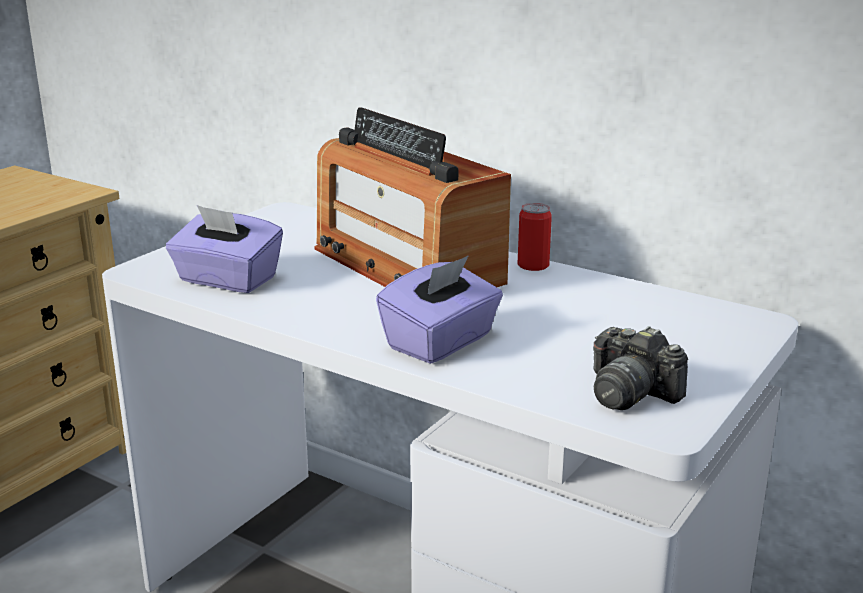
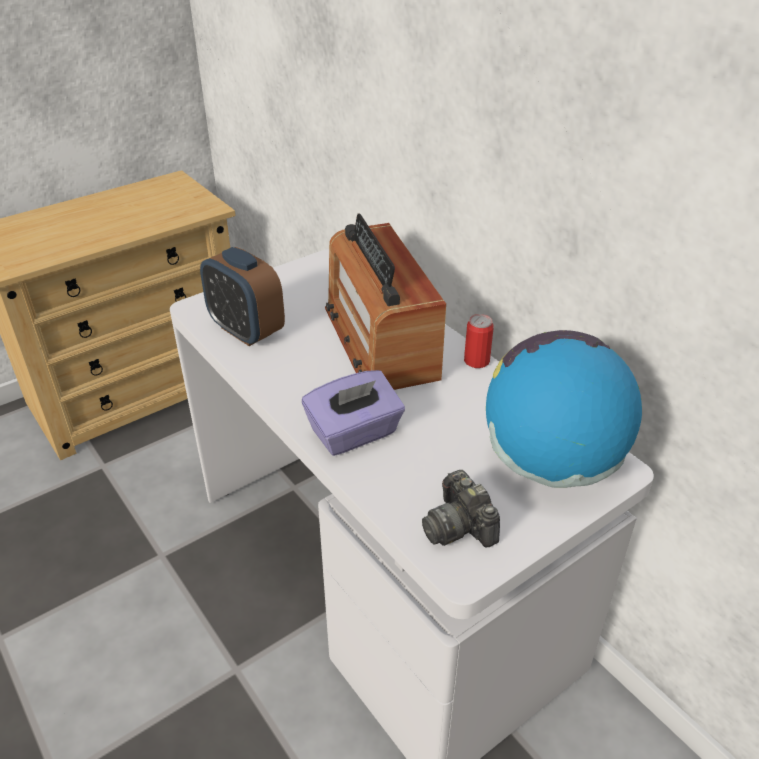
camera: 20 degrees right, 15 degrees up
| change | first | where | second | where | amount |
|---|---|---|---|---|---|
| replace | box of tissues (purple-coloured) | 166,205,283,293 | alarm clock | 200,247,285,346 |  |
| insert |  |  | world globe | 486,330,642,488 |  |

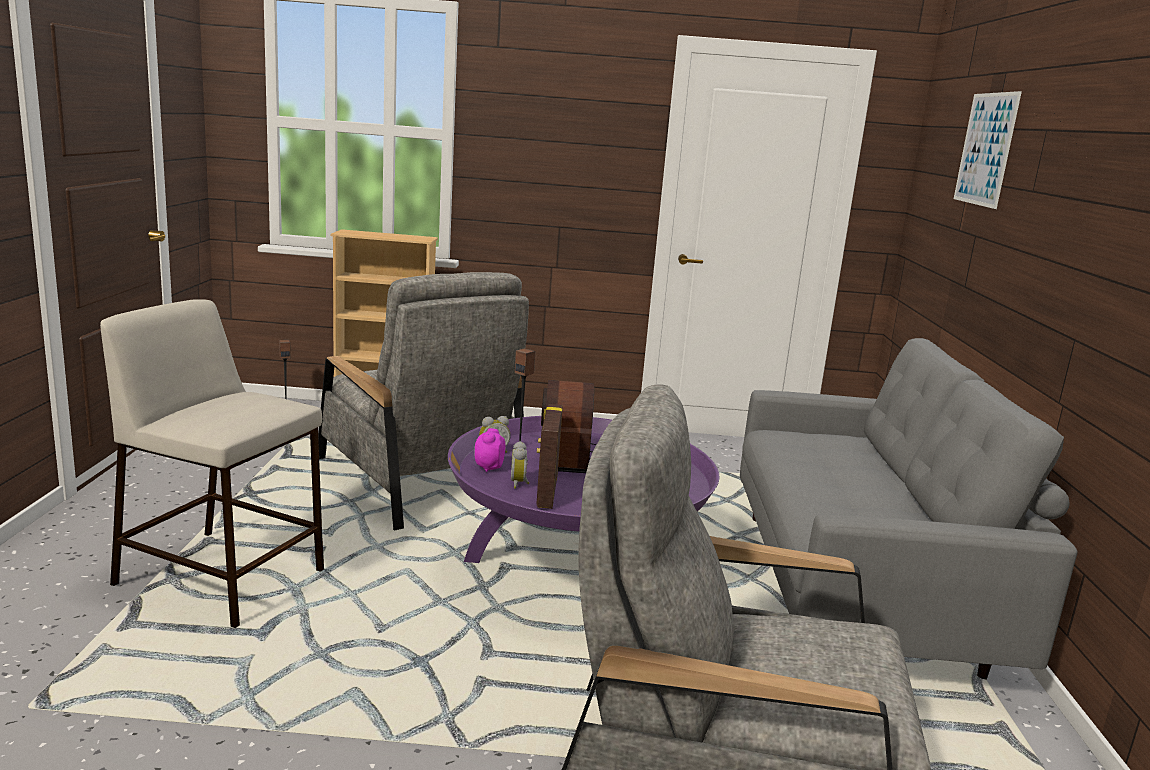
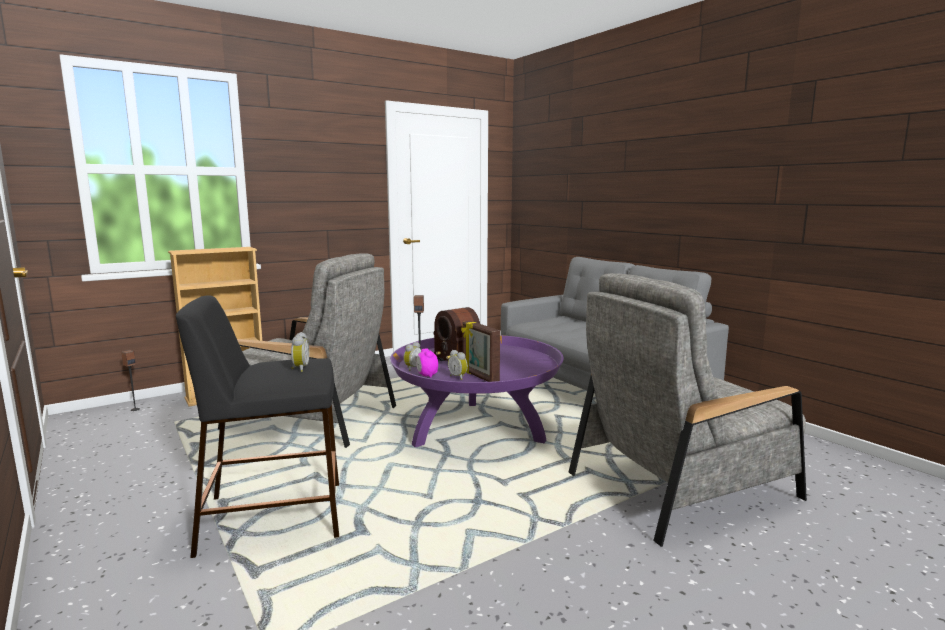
camera: 35 degrees left, 5 degrees down
| change | first | where | second | where | amount |
|---|---|---|---|---|---|
| recolor | stool seat (beige) | 100,299,324,628 | stool seat (blackish) | 176,295,339,558 |  |
| insert |  |  | alarm clock | 291,332,309,372 |  |
| delete | picture | 954,91,1022,209 |  |  |  |

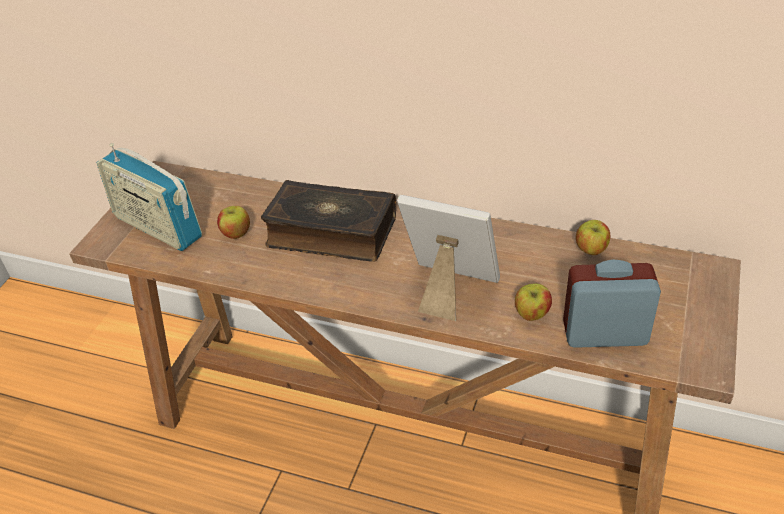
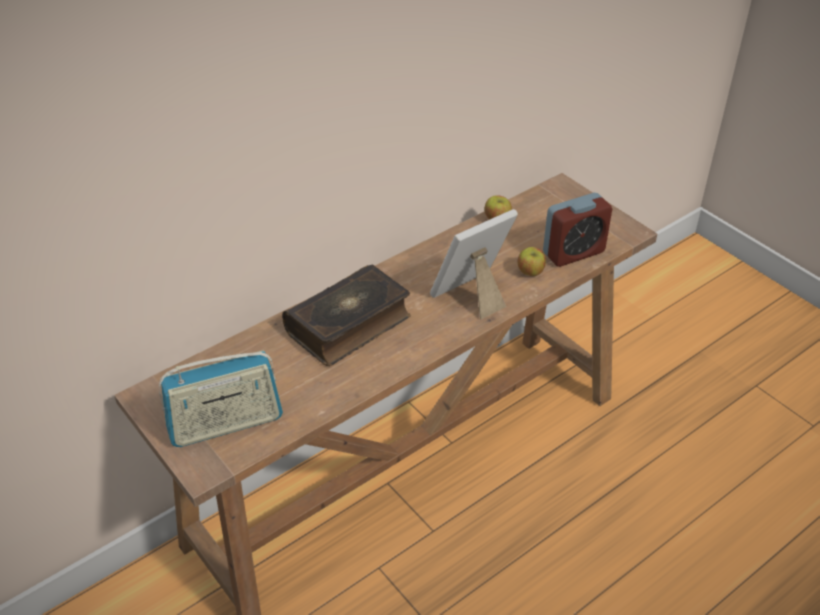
camera: 60 degrees left, 0 degrees up
| change | first | where | second | where | amount |
|---|---|---|---|---|---|
| rotate | alarm clock | 563,259,661,348 |  | 543,193,612,267 | 150 degrees counterclockwise |
| delete | whole apple | 217,206,250,239 |  |  |  |

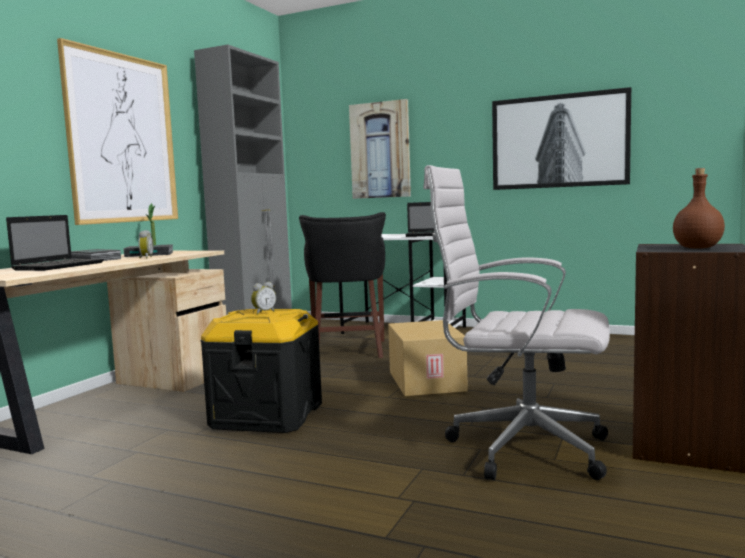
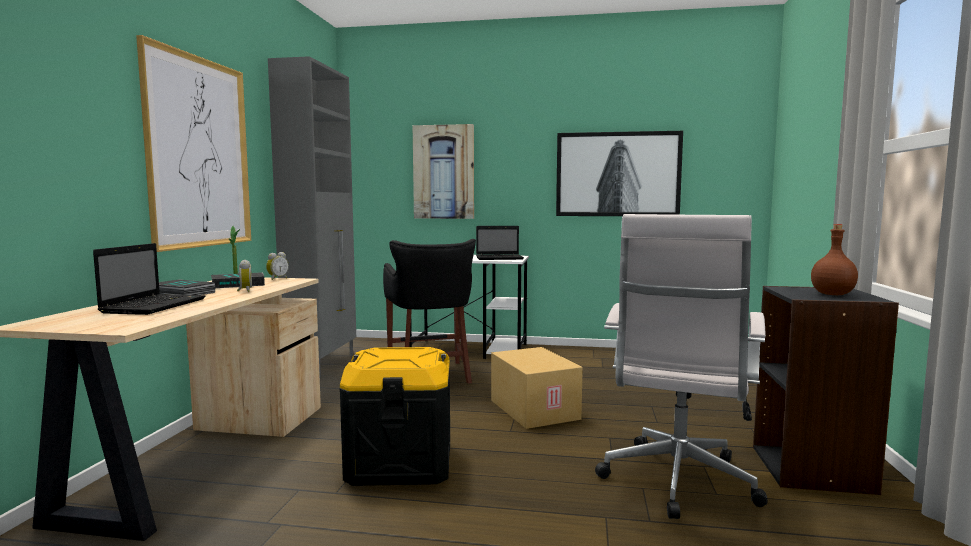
camera: 15 degrees left, 0 degrees up
| change | first | where | second | where | amount |
|---|---|---|---|---|---|
| move | alarm clock | 251,282,276,315 |  | 266,252,289,280 |  |
| rotate | office chair (whitish) | 423,165,610,480 |  | 595,214,768,519 | 75 degrees counterclockwise |

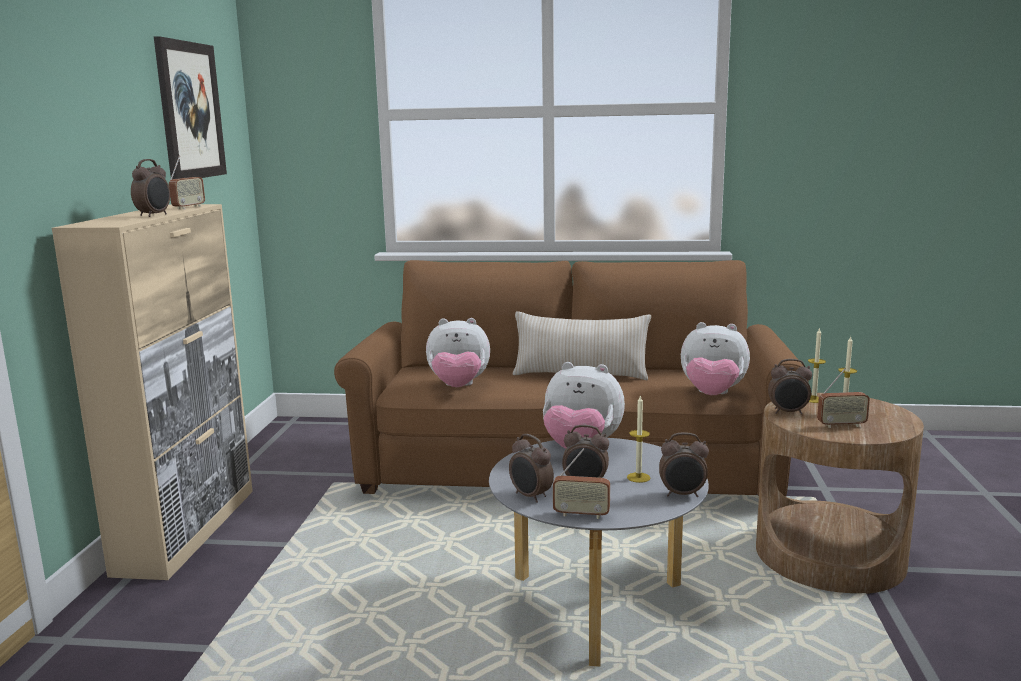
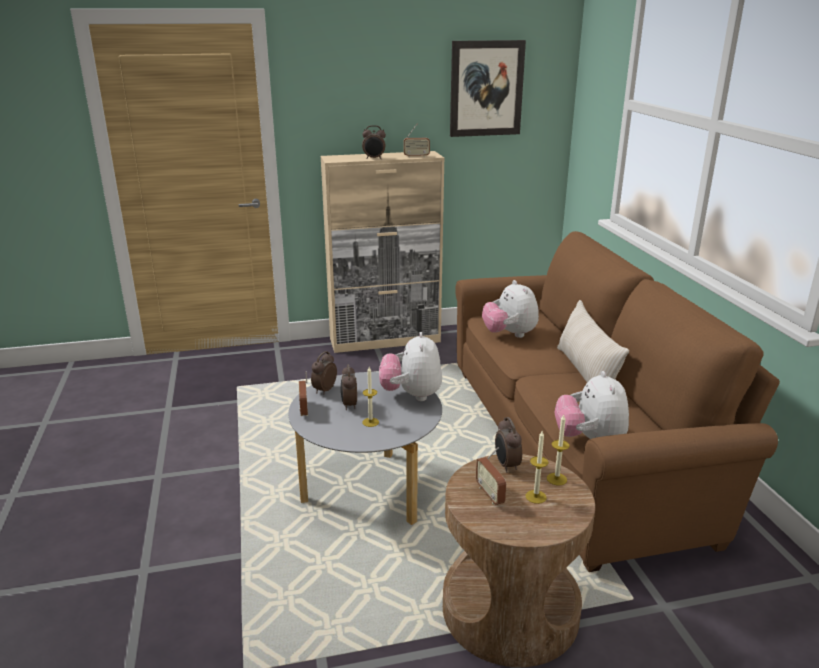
camera: 70 degrees right, 10 degrees up
| change | first | where | second | where | amount |
|---|---|---|---|---|---|
| delete | alarm clock | 659,433,709,497 |  |  |  |

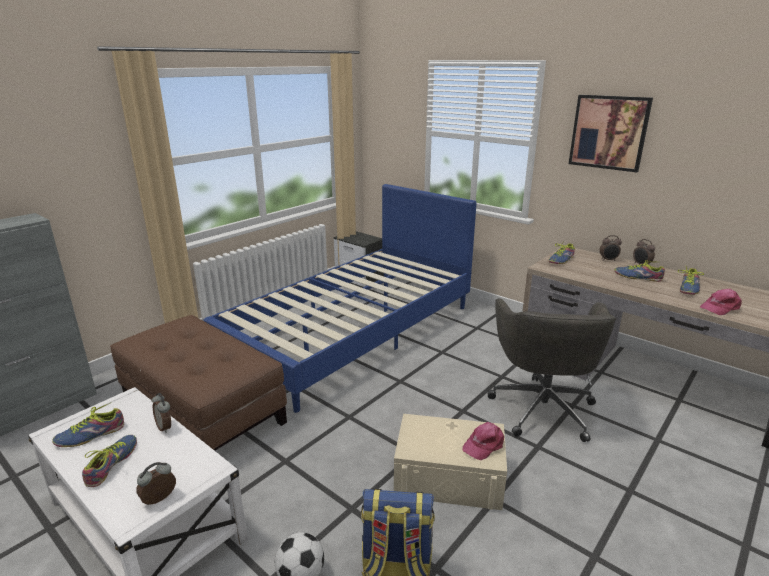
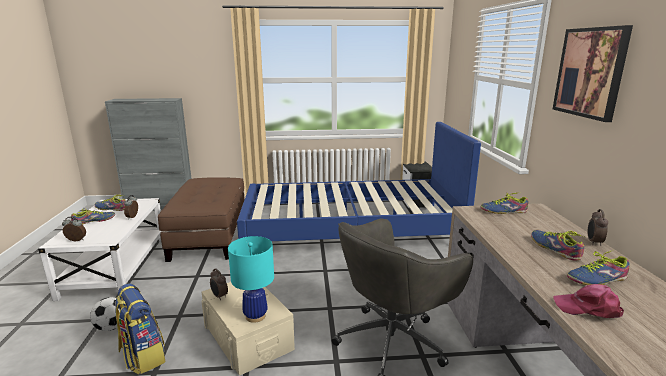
camera: 45 degrees right, 5 degrees down
| change | first | where | second | where | amount |
|---|---|---|---|---|---|
| move | alarm clock | 599,235,622,261 |  | 210,268,228,300 |  |
| replace | baseball cap (pink-coloured) | 463,422,504,460 | lamp for a table (blue-green) | 228,236,274,323 |  |

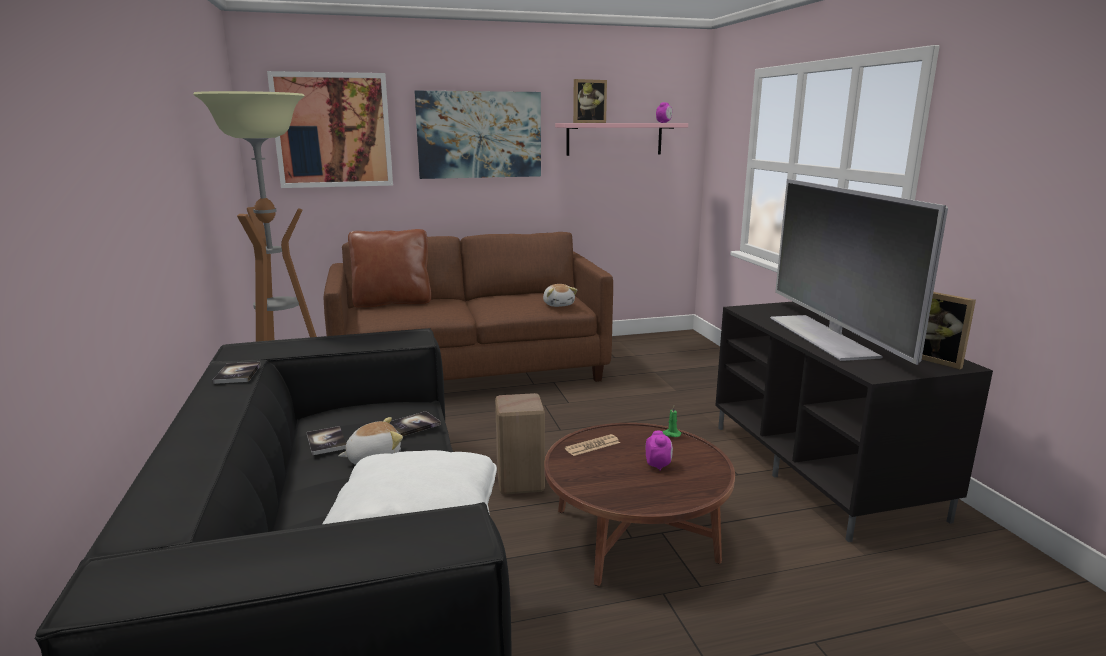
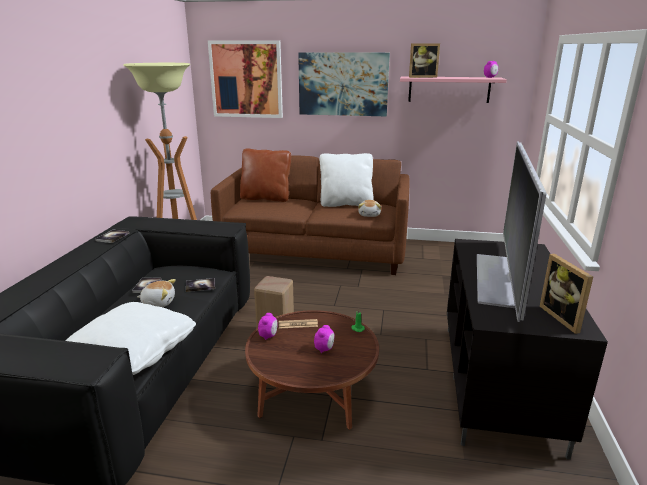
camera: 25 degrees right, 5 degrees up
| change | first | where | second | where | amount |
|---|---|---|---|---|---|
| insert |  |  | alarm clock | 258,313,277,340 |  |
| insert |  |  | cushion (whitish) | 320,153,374,207 |  |

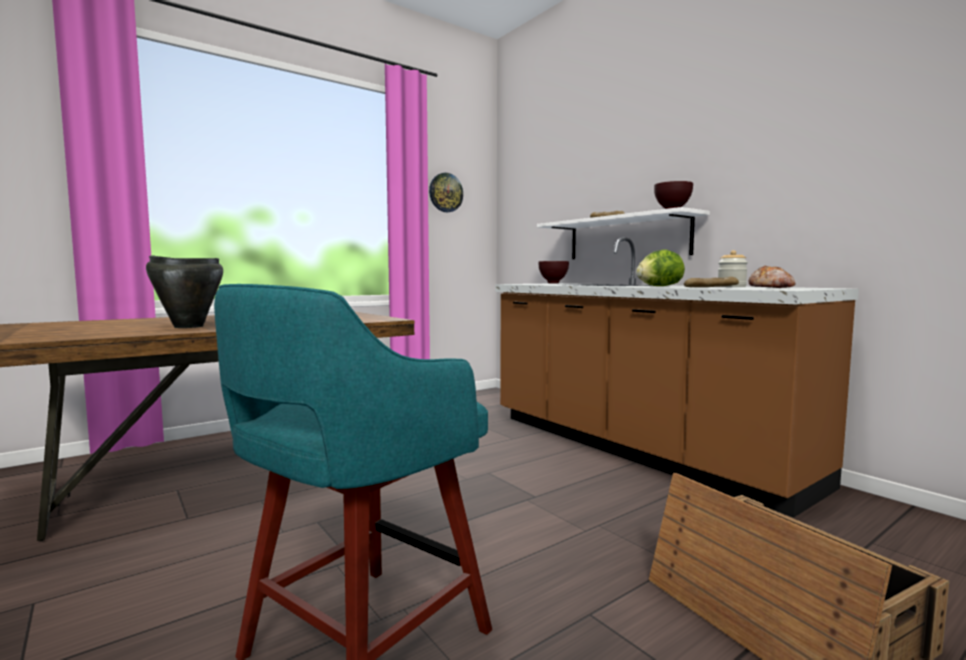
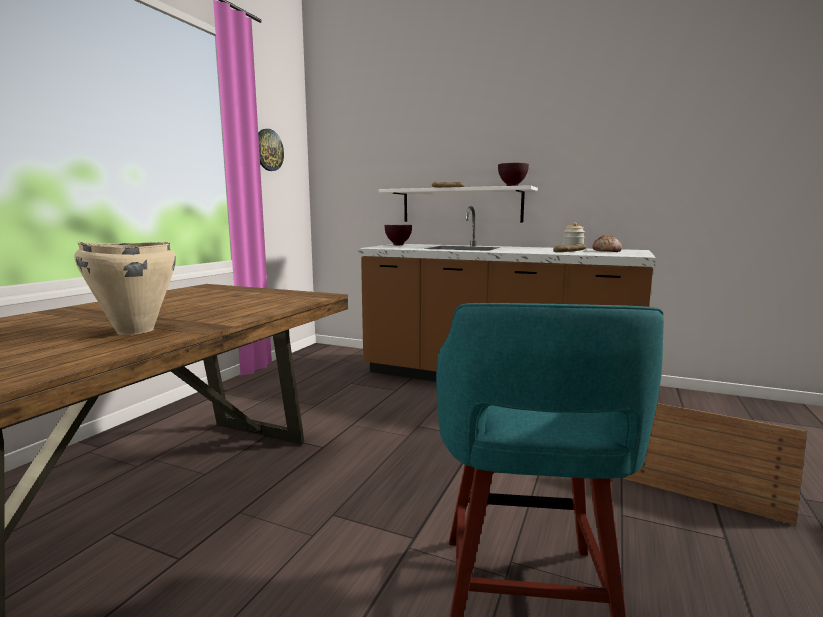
camera: 30 degrees left, 5 degrees up
| change | first | where | second | where | amount |
|---|---|---|---|---|---|
| recolor | stockpot (blackish) | 146,255,223,328 | stockpot (beige) | 75,242,176,335 |  |
| delete | lettuce head | 636,249,685,286 |  |  |  |

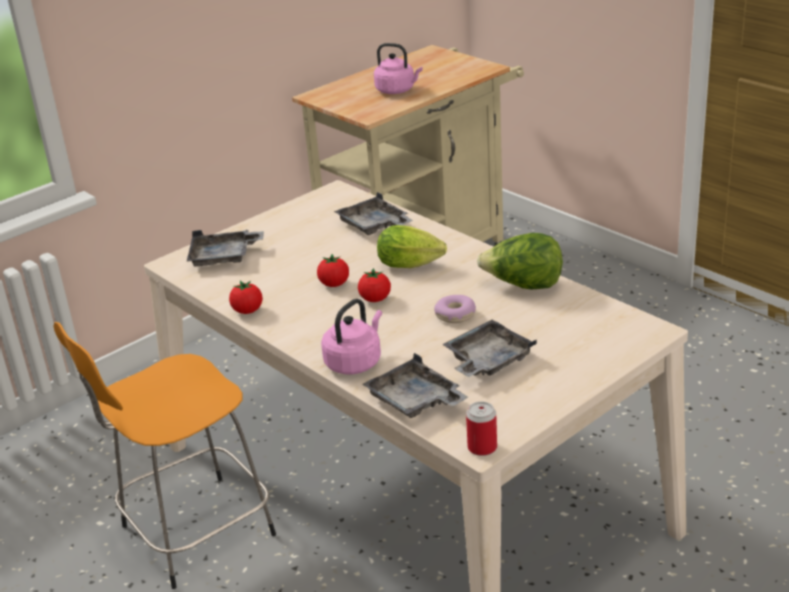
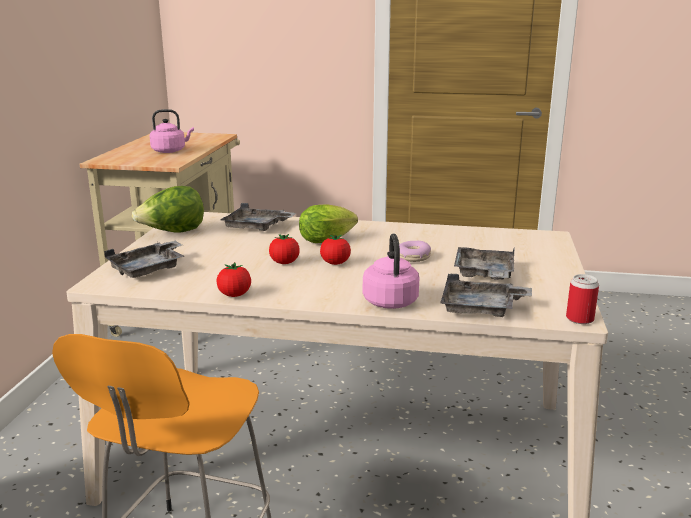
camera: 40 degrees left, 10 degrees down
| change | first | where | second | where | amount |
|---|---|---|---|---|---|
| move | lettuce head | 477,233,563,289 |  | 132,186,204,233 |  |

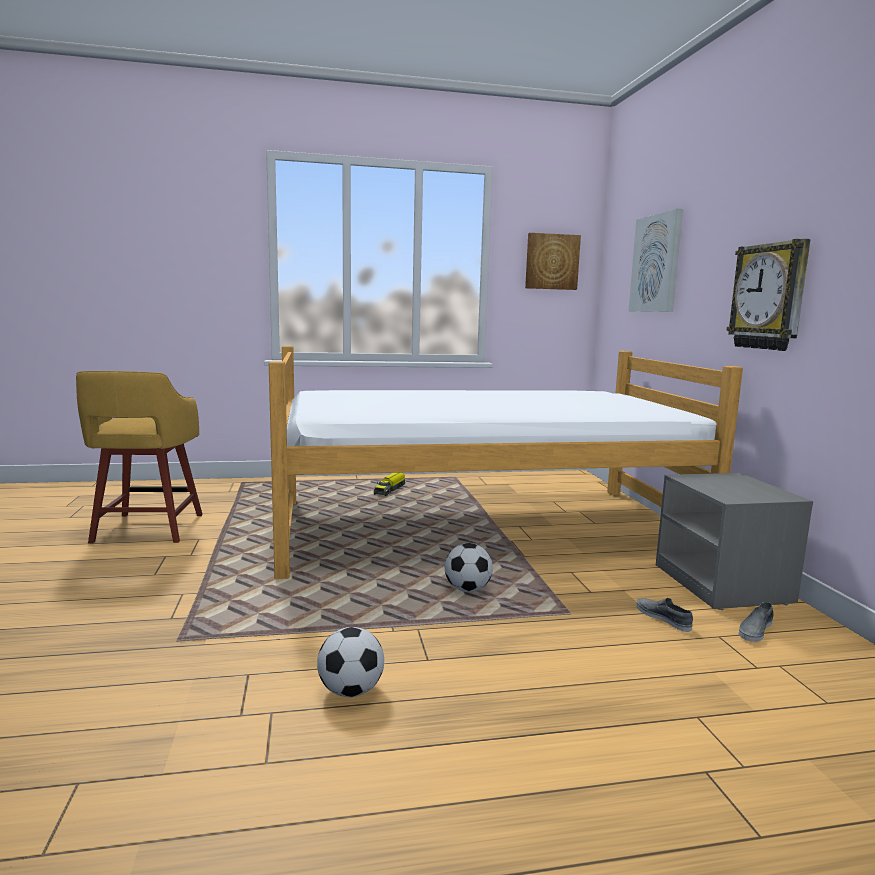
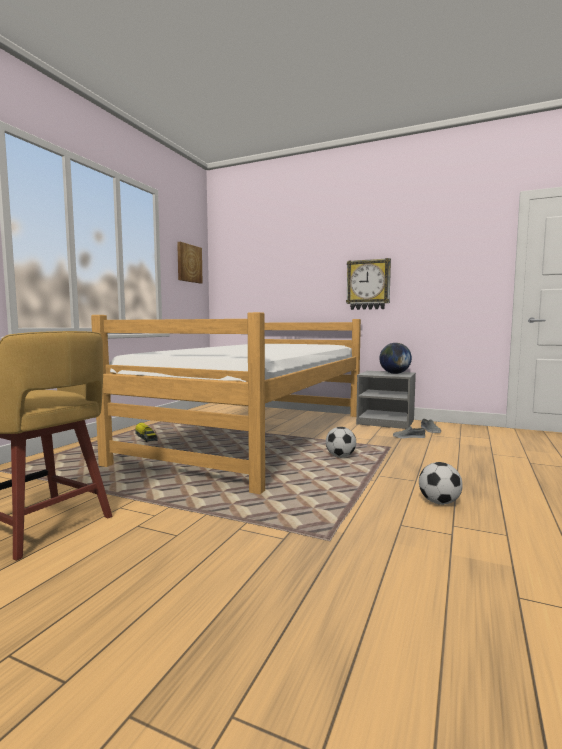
camera: 55 degrees left, 5 degrees down
| change | first | where | second | where | amount |
|---|---|---|---|---|---|
| insert |  |  | world globe | 379,343,412,374 |  |
| delete | picture | 629,209,683,312 |  |  |  |

